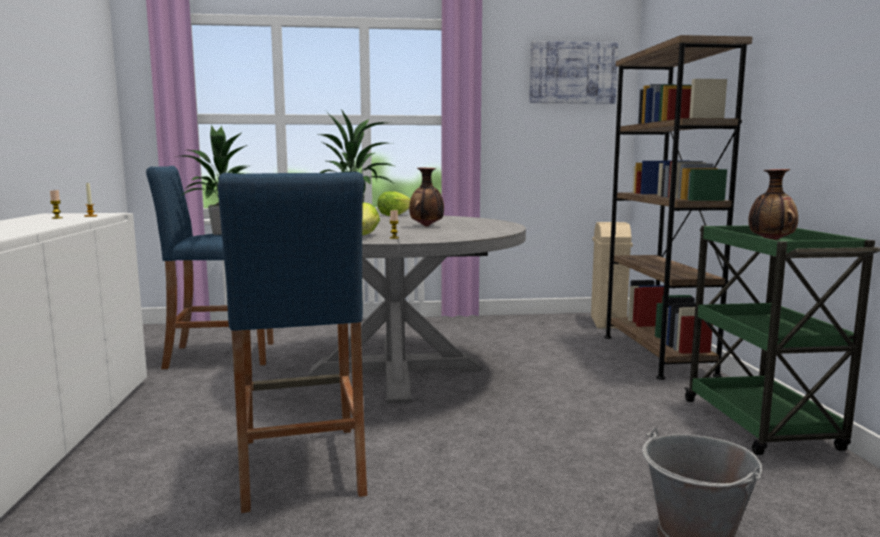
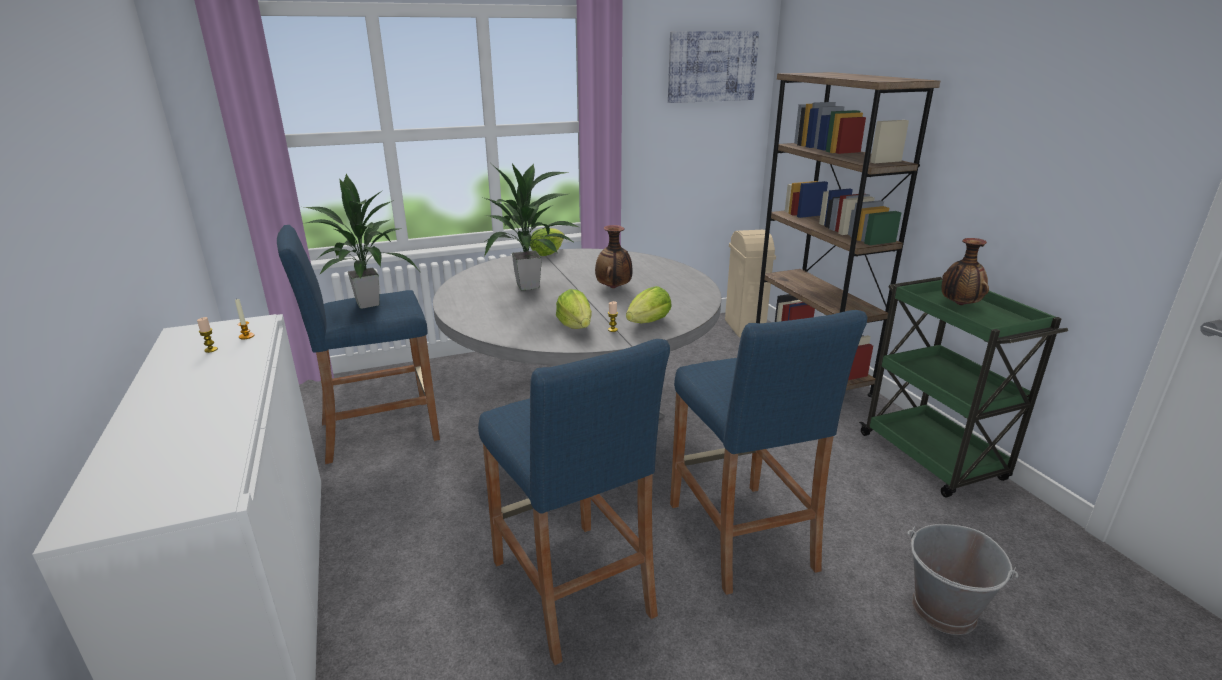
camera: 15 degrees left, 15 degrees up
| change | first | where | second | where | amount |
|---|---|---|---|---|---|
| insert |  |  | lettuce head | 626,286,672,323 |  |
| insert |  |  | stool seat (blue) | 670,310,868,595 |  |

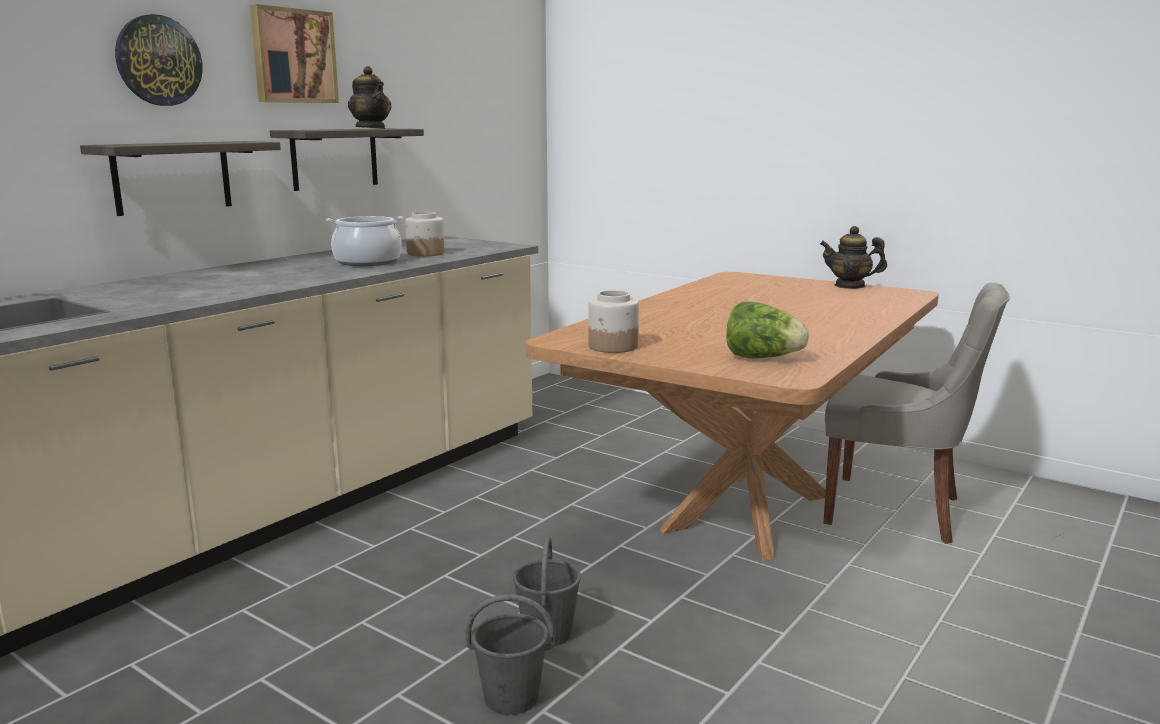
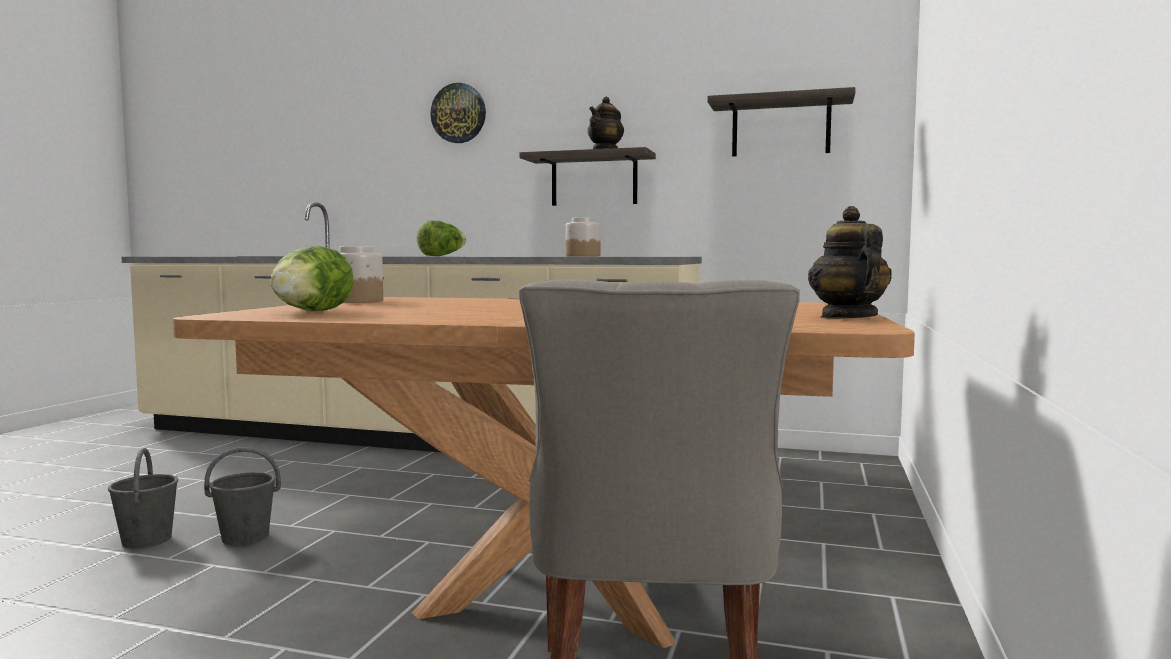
camera: 70 degrees right, 10 degrees down
| change | first | where | second | where | amount |
|---|---|---|---|---|---|
| insert |  |  | lettuce head | 417,220,466,256 |  |
| move | shelf | 80,141,281,216 |  | 707,87,856,157 |  |
| delete | picture | 250,4,339,103 |  |  |  |
| delete | stockpot | 326,216,403,266 |  |  |  |

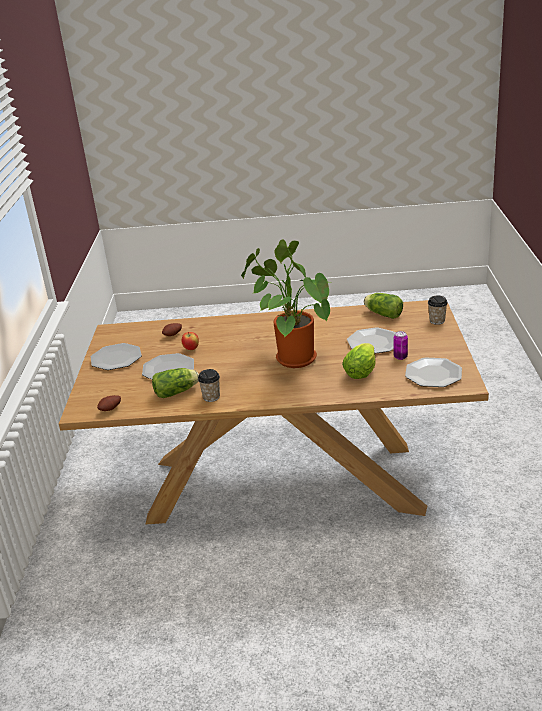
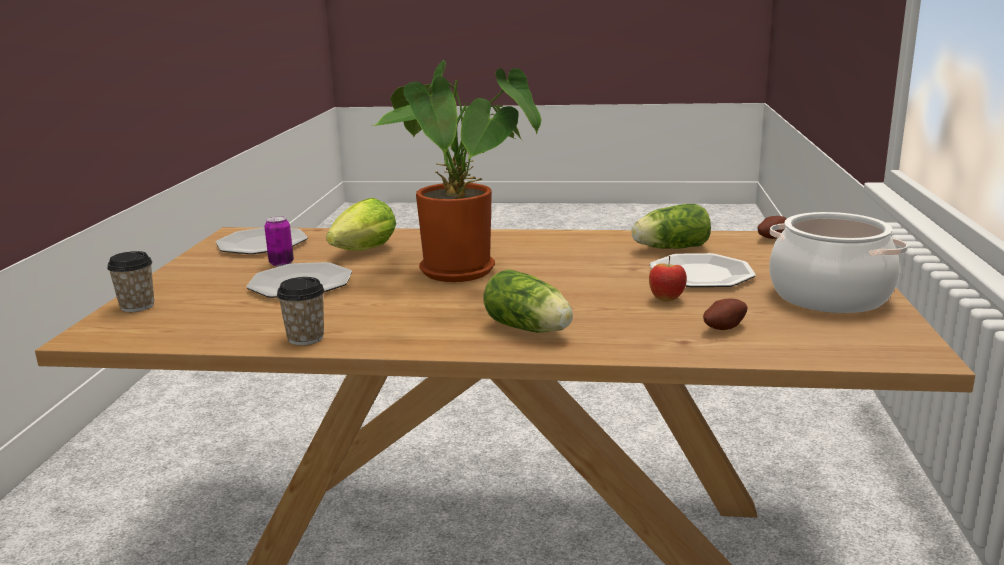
camera: 175 degrees left, 10 degrees down
| change | first | where | second | where | amount |
|---|---|---|---|---|---|
| move | cup | 198,369,220,402 |  | 277,277,325,345 |  |
| move | lettuce head | 364,293,403,319 |  | 483,269,573,333 |  |
| replace | dinner plate | 91,343,142,370 | stockpot | 769,212,908,313 |  |

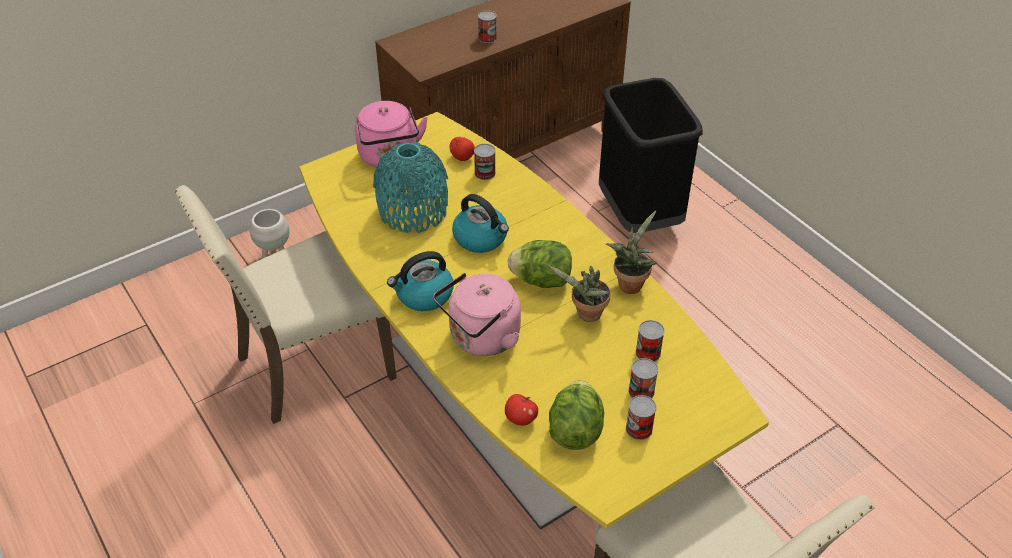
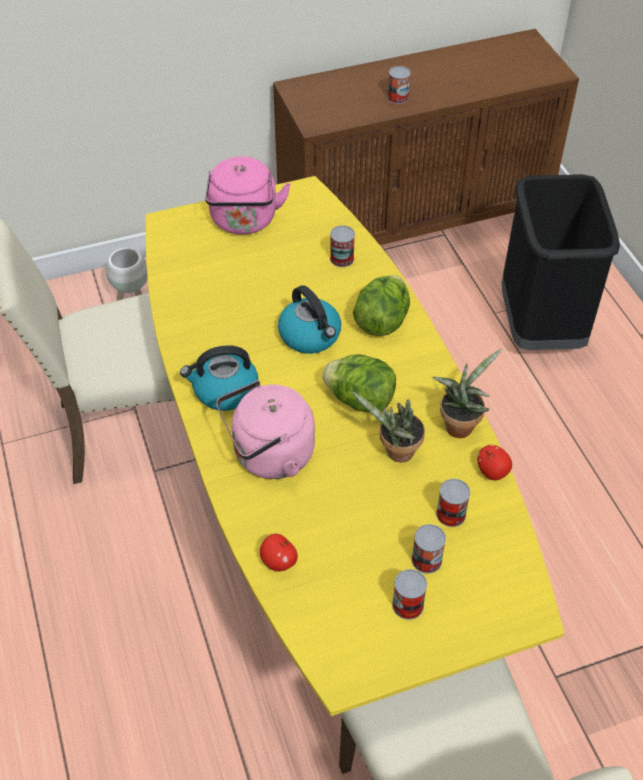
camera: 15 degrees right, 5 degrees up
| change | first | where | second | where | amount |
|---|---|---|---|---|---|
| move | lettuce head | 549,381,604,450 |  | 353,275,410,336 |  |
| move | whole apple | 449,137,475,161 |  | 477,445,512,480 |  |
| delete | decorative vase (blue-green) | 373,142,448,233 |  |  |  |

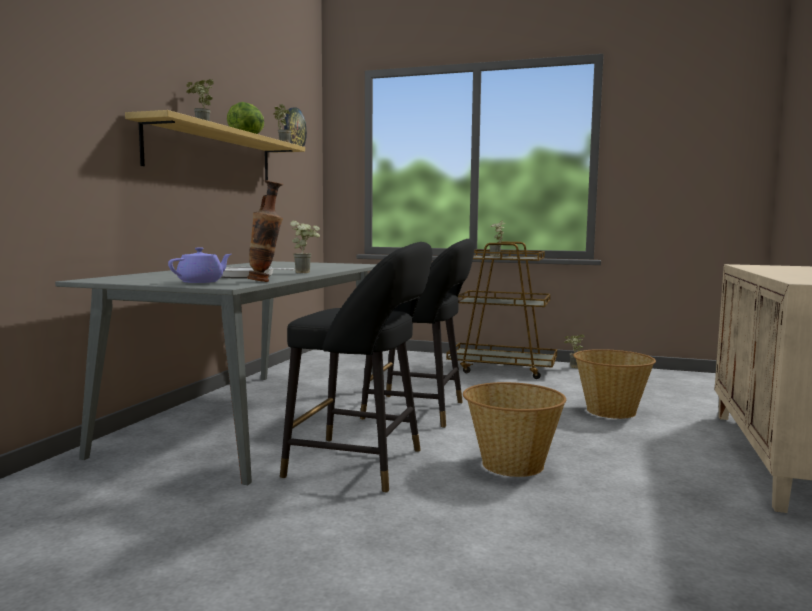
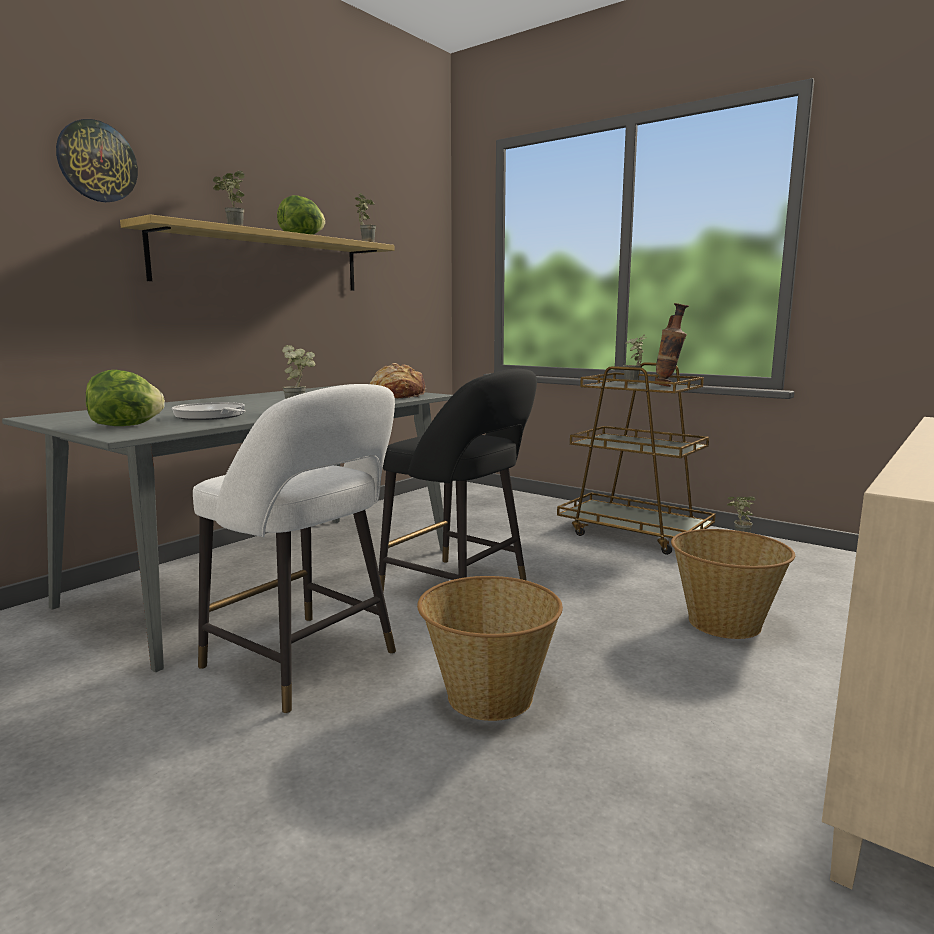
camera: 20 degrees right, 5 degrees up
| change | first | where | second | where | amount |
|---|---|---|---|---|---|
| move | hanging clock | 284,107,307,147 |  | 56,119,138,202 |  |
| replace | teapot (purple-coloured) | 168,247,231,283 | lettuce head | 86,370,165,426 |  |
| recolor | stool seat (blackish) | 280,242,432,493 | stool seat (whitish) | 193,384,396,714 |  |
| insert |  |  | baked bread | 370,363,425,398 |  |
| move | decorative vase | 247,180,283,282 |  | 654,303,689,387 |  |

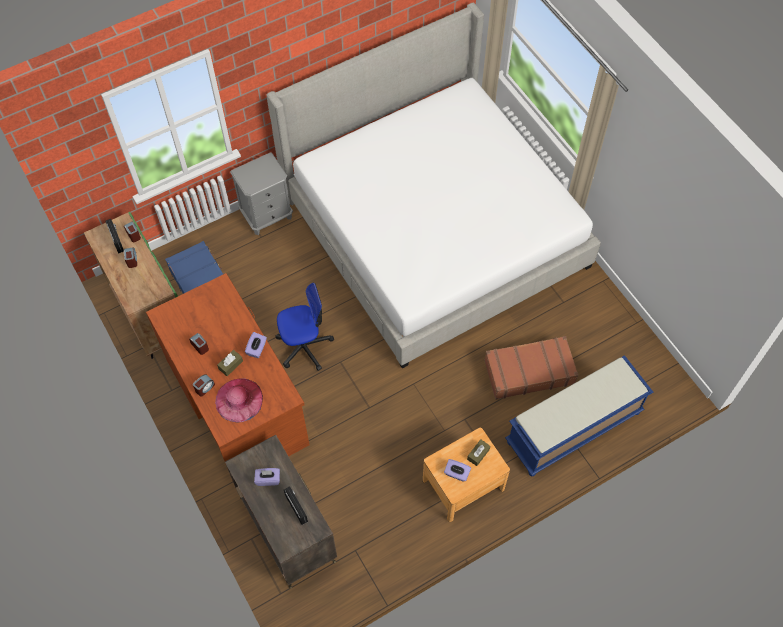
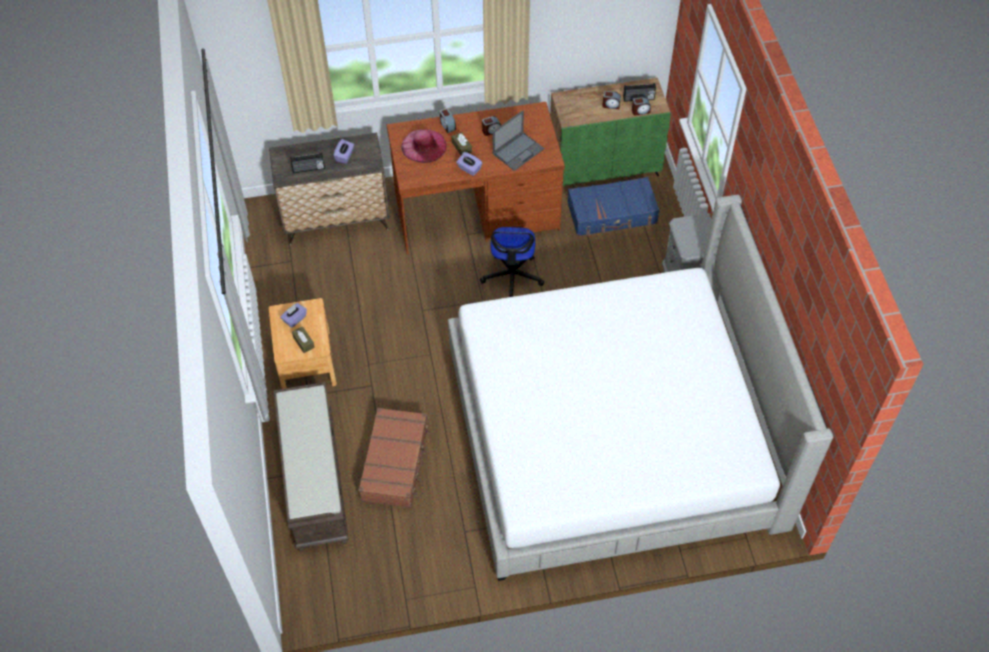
camera: 110 degrees right, 5 degrees down
| change | first | where | second | where | amount |
|---|---|---|---|---|---|
| recolor | bench (blue) | 505,355,653,476 | bench (brown) | 274,382,349,551 |  |
| insert |  |  | notebook computer | 492,110,544,171 |  |

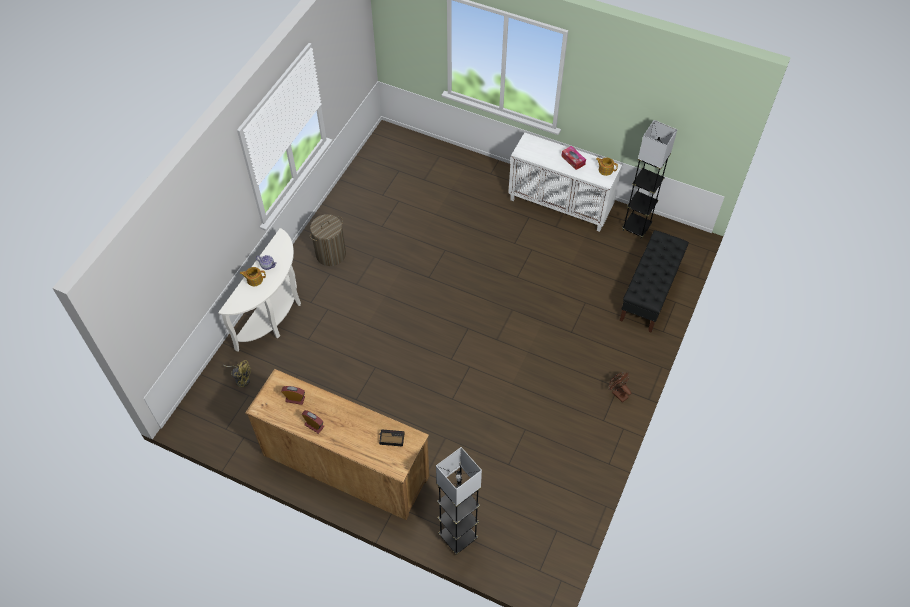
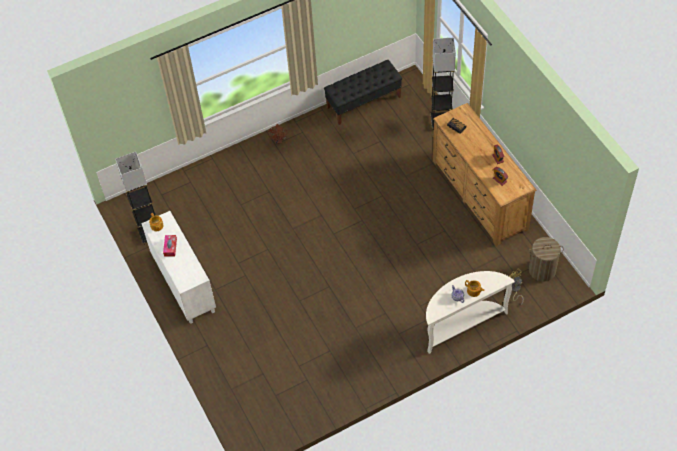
camera: 140 degrees left, 0 degrees up
| change | first | where | second | where | amount |
|---|---|---|---|---|---|
| move | bench (blackish) | 620,230,689,333 |  | 324,60,402,125 |  |
| move | hamper | 309,214,346,266 |  | 529,237,564,281 |  |

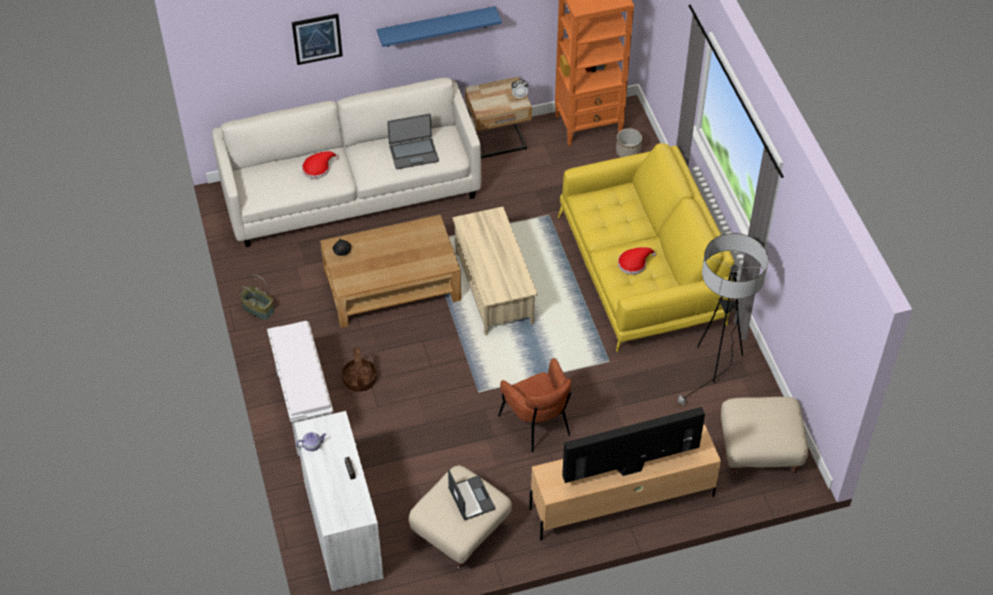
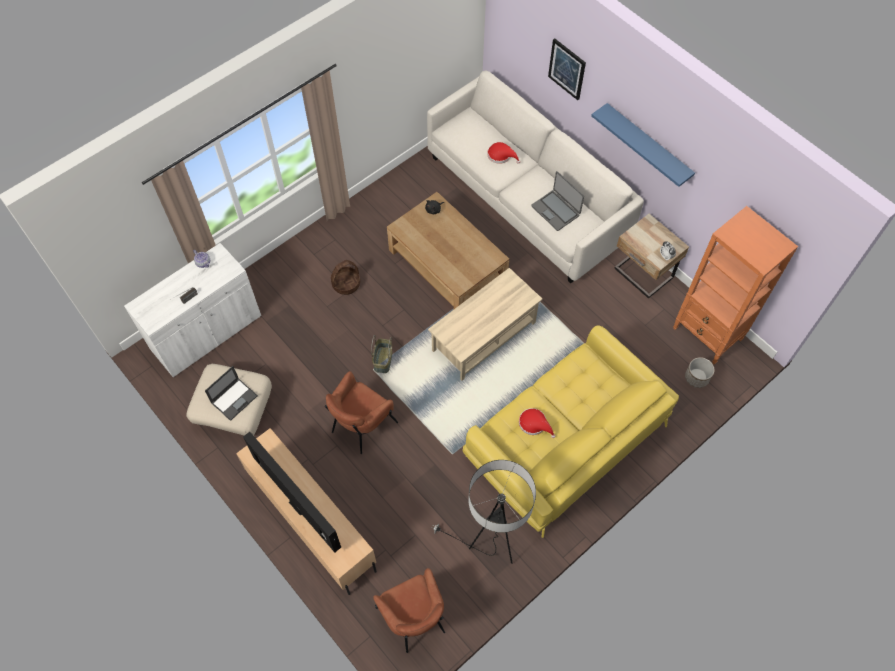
camera: 65 degrees right, 10 degrees up
| change | first | where | second | where | amount |
|---|---|---|---|---|---|
| move | basket | 239,274,274,320 |  | 371,335,392,373 |  |
| replace | ottoman (beige) | 721,397,808,475 | armchair (brown) | 373,568,445,653 |  |
| delete | bench (whitish) | 267,321,334,456 |  |  |  |

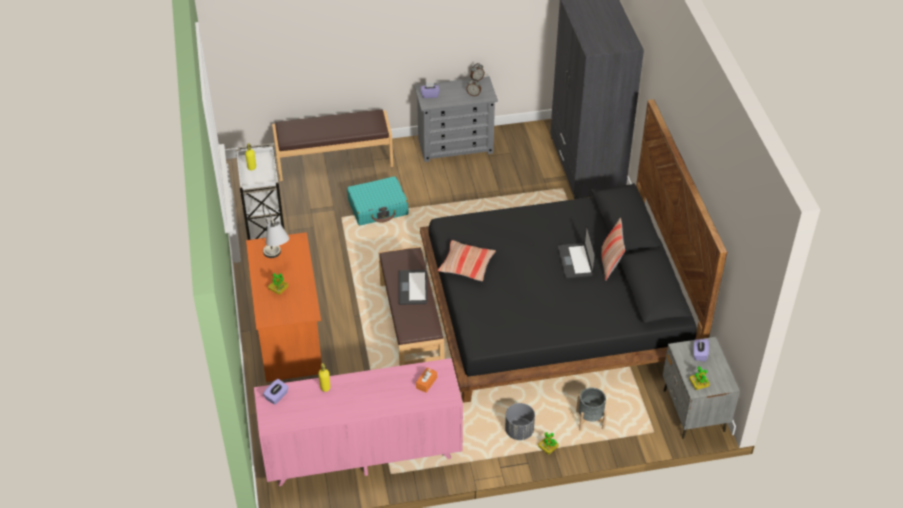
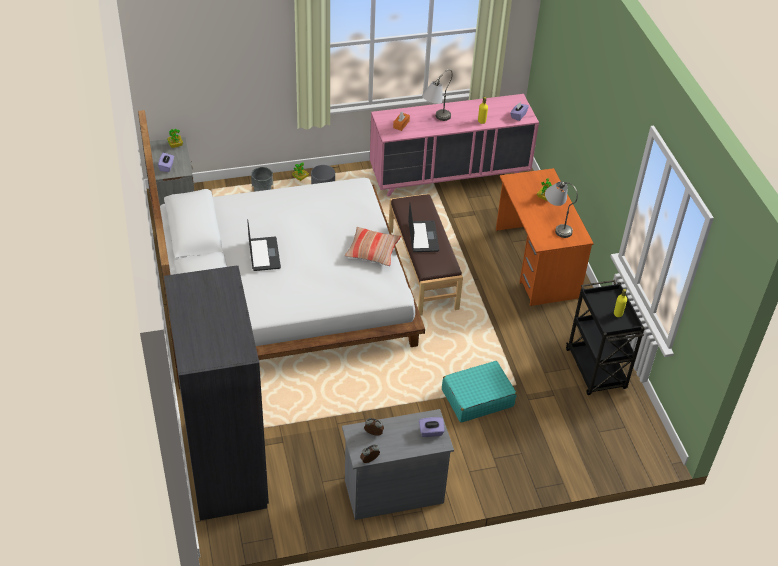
camera: 175 degrees right, 0 degrees up
| change | first | where | second | where | amount |
|---|---|---|---|---|---|
| recolor | bedroom bed (blackish) | 420,99,727,403 | bedroom bed (whitish) | 138,110,425,389 |  |
| insert |  |  | lamp for a table (gray) | 422,69,453,121 |  |
| recolor | wheeled cart (whitish) | 236,144,285,240 | wheeled cart (blackish) | 566,280,645,395 |  |
| delete | bench (brown) | 272,109,393,181 |  |  |  |
| delete | cushion | 601,218,625,281 |  |  |  |

